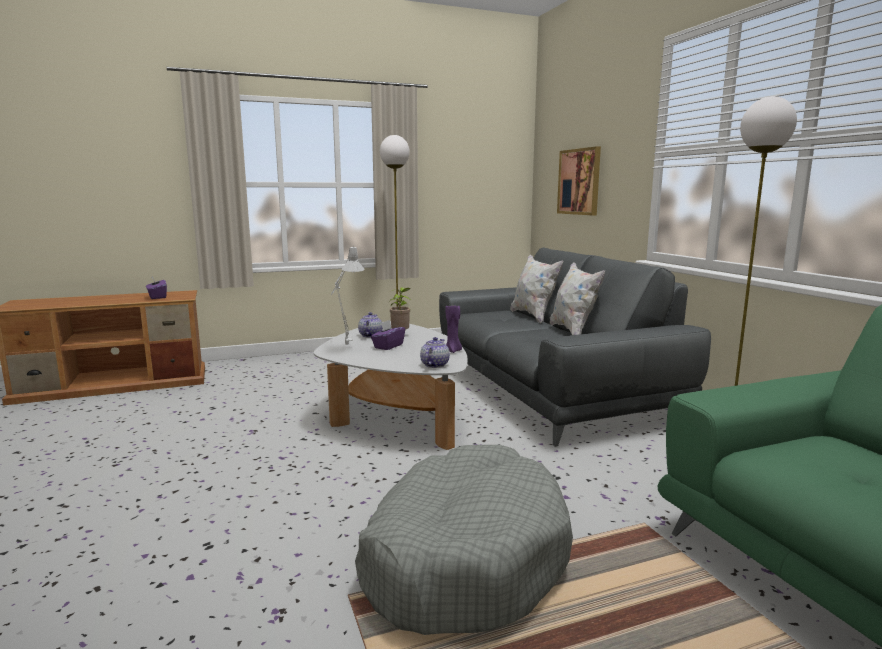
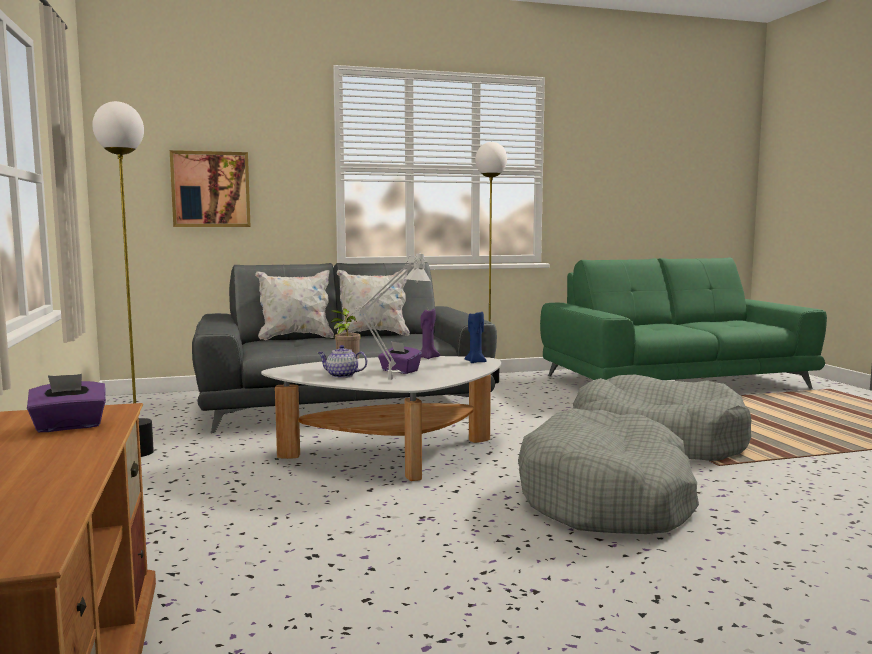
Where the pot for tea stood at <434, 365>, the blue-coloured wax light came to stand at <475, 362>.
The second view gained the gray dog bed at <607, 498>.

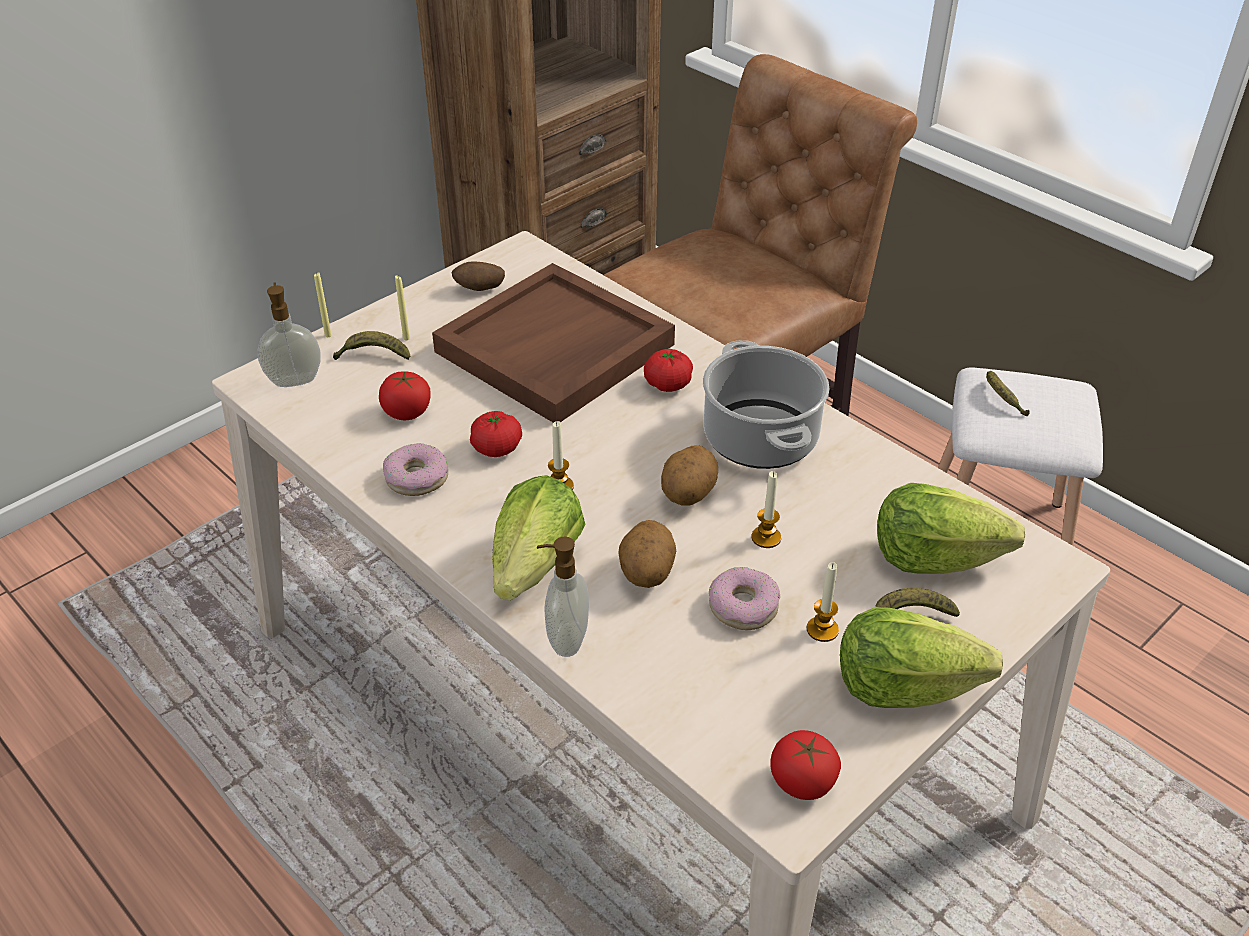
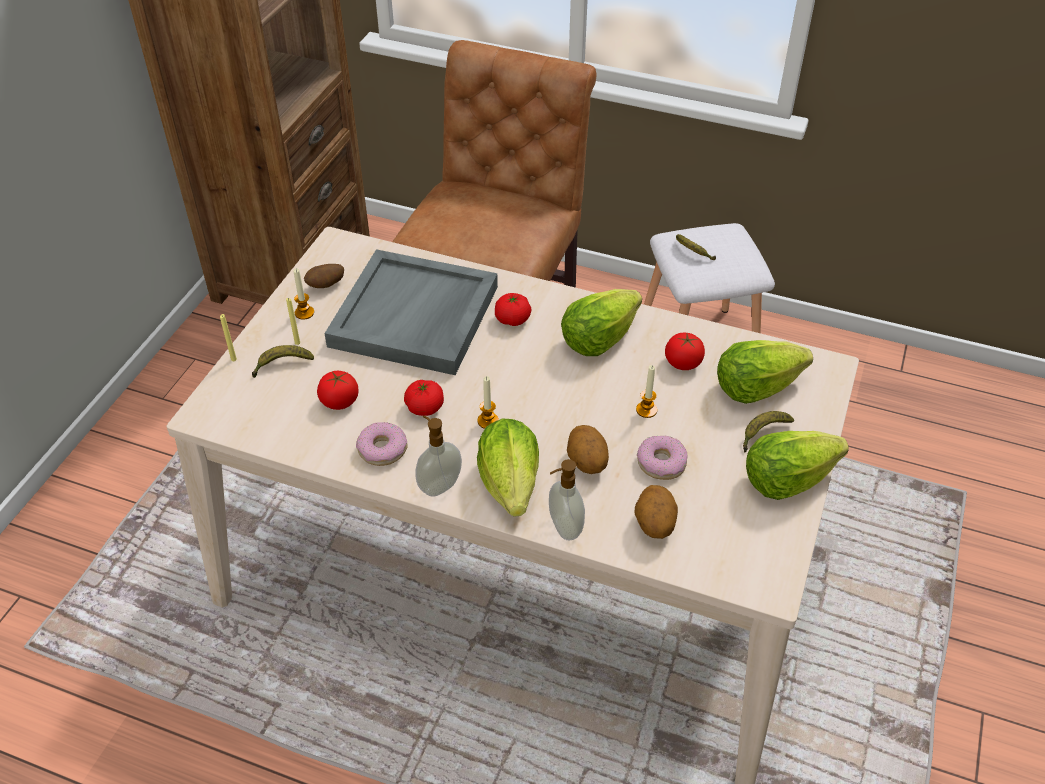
What was the brownish serving tray at <554, 349> turned into the gray serving tray at <415, 317>.
The soap dispenser ended up elsewhere, having gone from <294, 379> to <439, 485>.
Where the stockpot stood at <759, 437>, the lettuce came to stand at <598, 339>.
The whole potato ended up elsewhere, having gone from <687, 495> to <654, 524>.
The wax light ended up elsewhere, having gone from <822, 629> to <304, 313>.
The whole tomato ended up elsewhere, having gone from <802, 781> to <683, 362>.

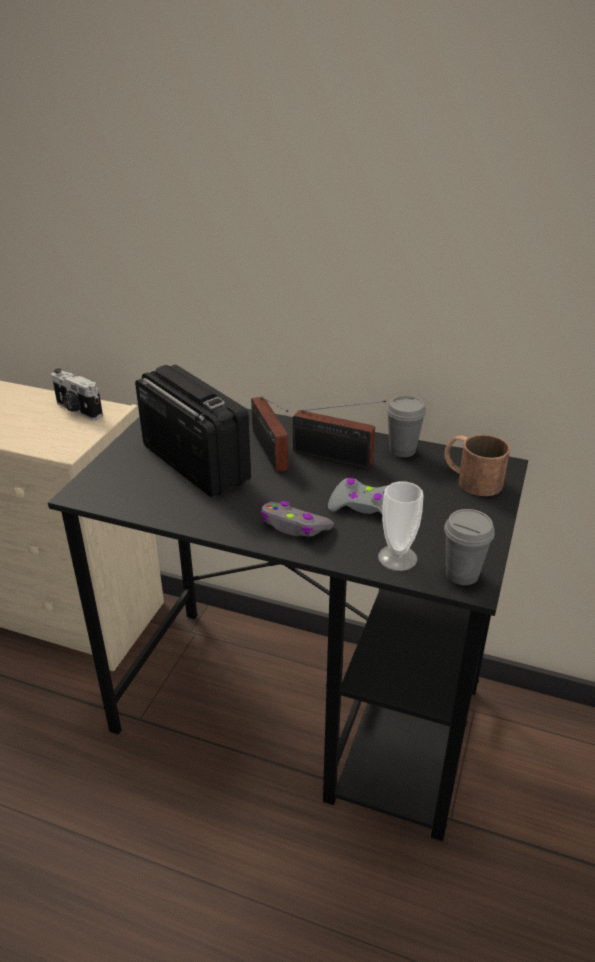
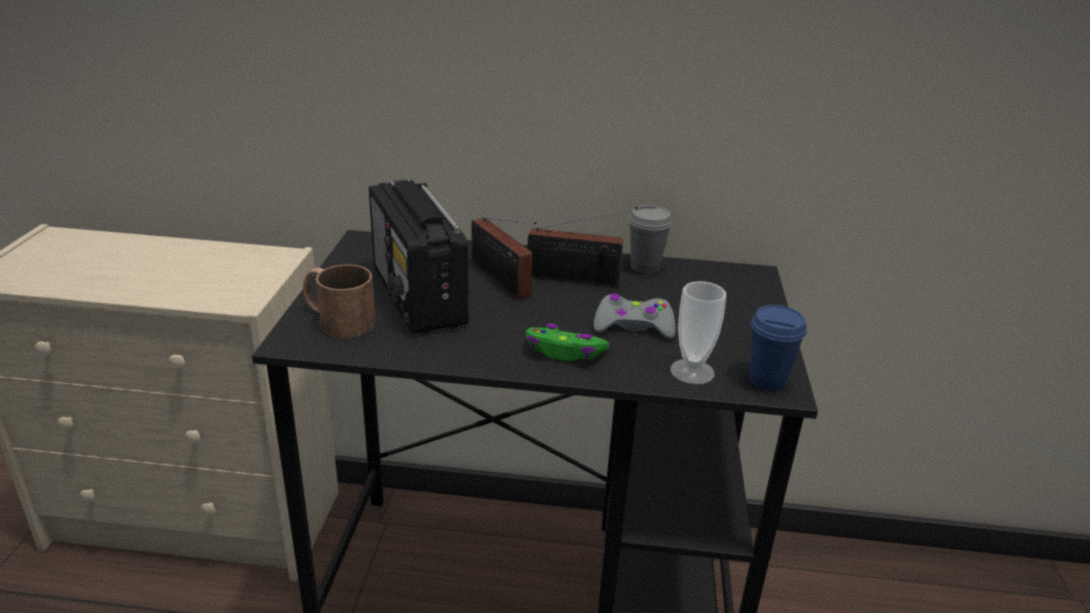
The radio set at <195, 463> ended up facing another way, 150 degrees counterclockwise from before.
The second view lost the photo camera at <78, 410>.
The brownish coffee mug ended up elsewhere, having gone from <470, 478> to <337, 320>.
What was the gray joypad at <294, 526> turned into the green joypad at <564, 352>.
What was the gray small cup at <462, 574> turned into the blue-coloured small cup at <767, 380>.

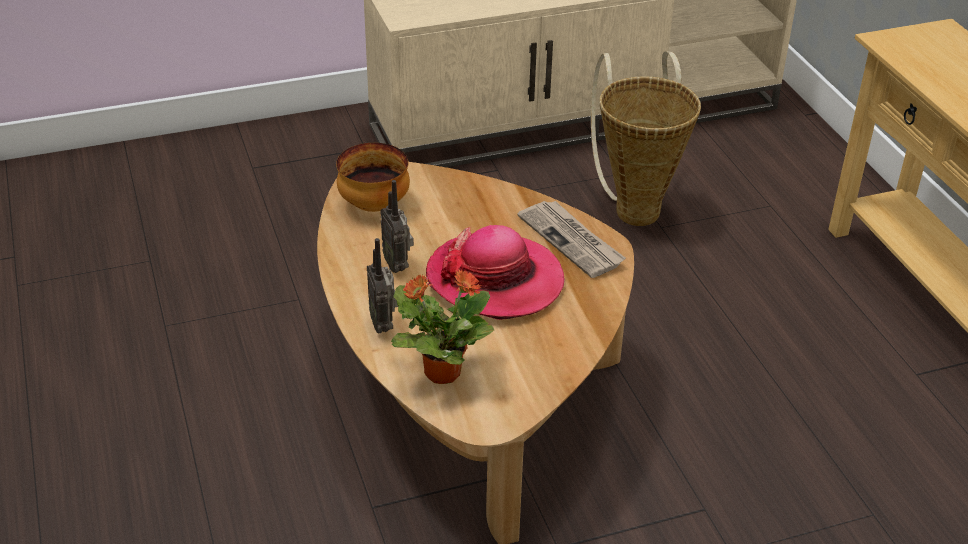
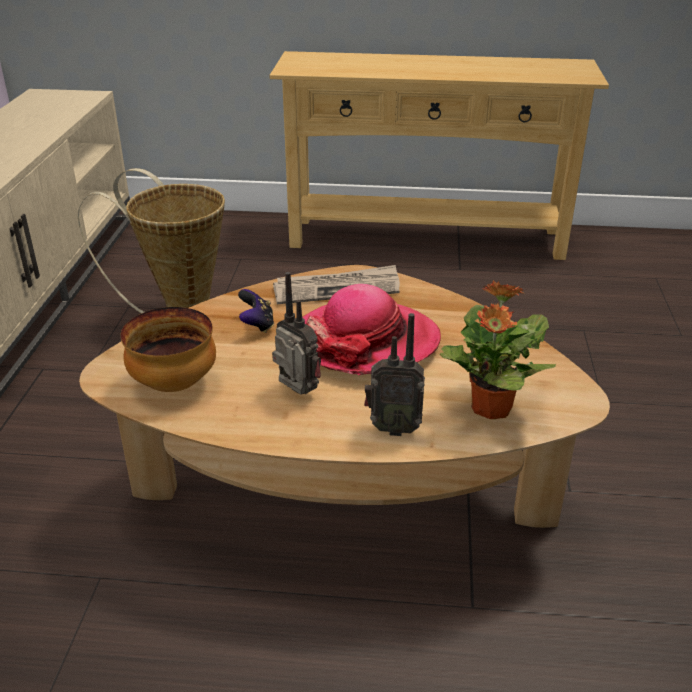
The radio set at <398, 265> ended up facing another way, 135 degrees counterclockwise from before.
The second view gained the joypad at <257, 325>.

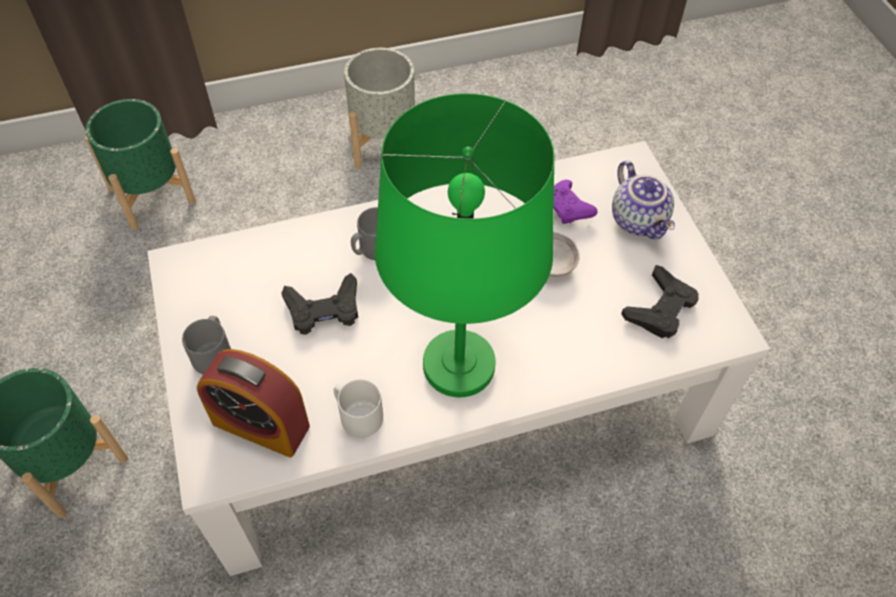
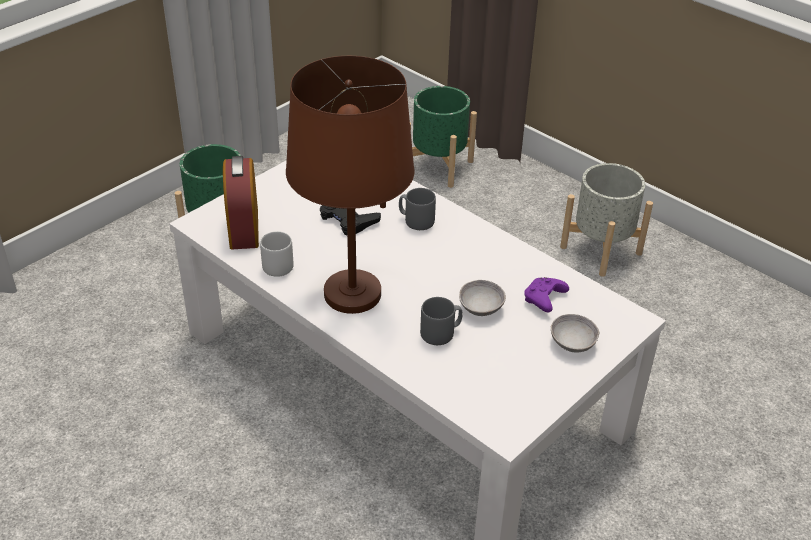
What was the green tabletop lamp at <459, 366> turned into the brownish tabletop lamp at <352, 294>.
Where the pot for tea stood at <640, 220>, the gray deep dish came to stand at <572, 343>.
The second view lost the black-coloured joypad at <660, 308>.
The gray coffee mug ended up elsewhere, having gone from <214, 354> to <441, 333>.

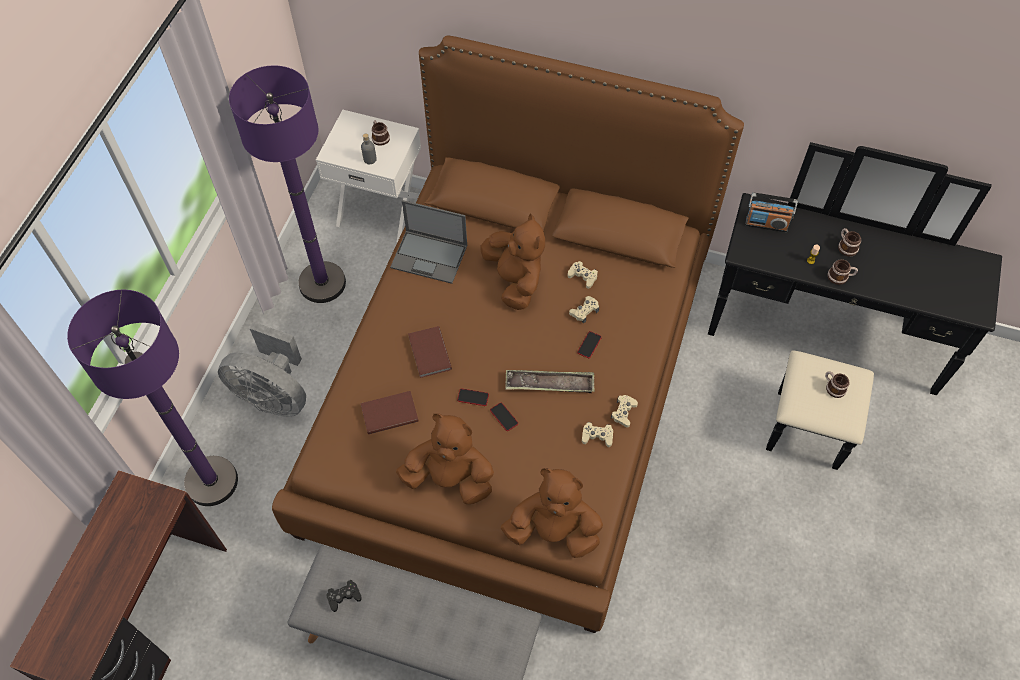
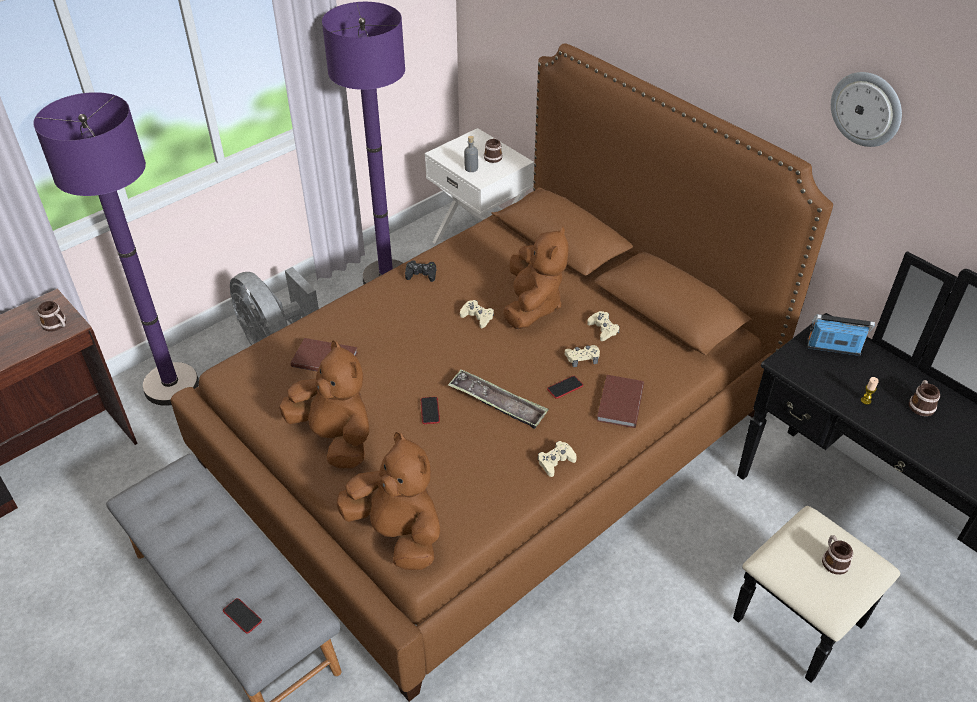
The radio set at <766, 224> ended up facing another way, 150 degrees clockwise from before.
The second view lost the laptop at <430, 256>.
The coffee mug ended up elsewhere, having gone from <840, 277> to <57, 325>.
The brownish volume ended up elsewhere, having gone from <428, 354> to <618, 403>.
The phone ended up elsewhere, having gone from <473, 397> to <242, 616>.
The beige-coloured joypad ended up elsewhere, having gone from <597, 436> to <477, 317>.
The black-coloured joypad ended up elsewhere, having gone from <344, 596> to <421, 274>.
The second view gained the clock on the wall at <867, 108>.

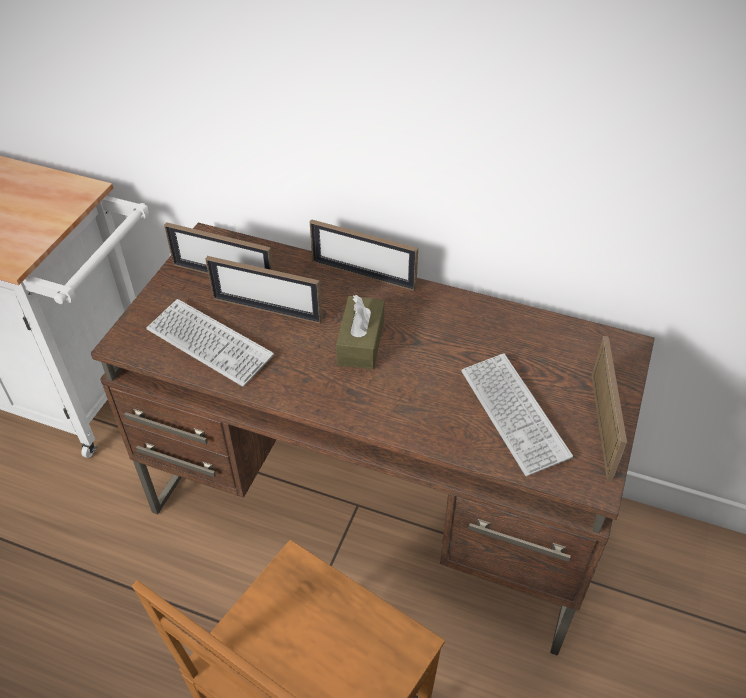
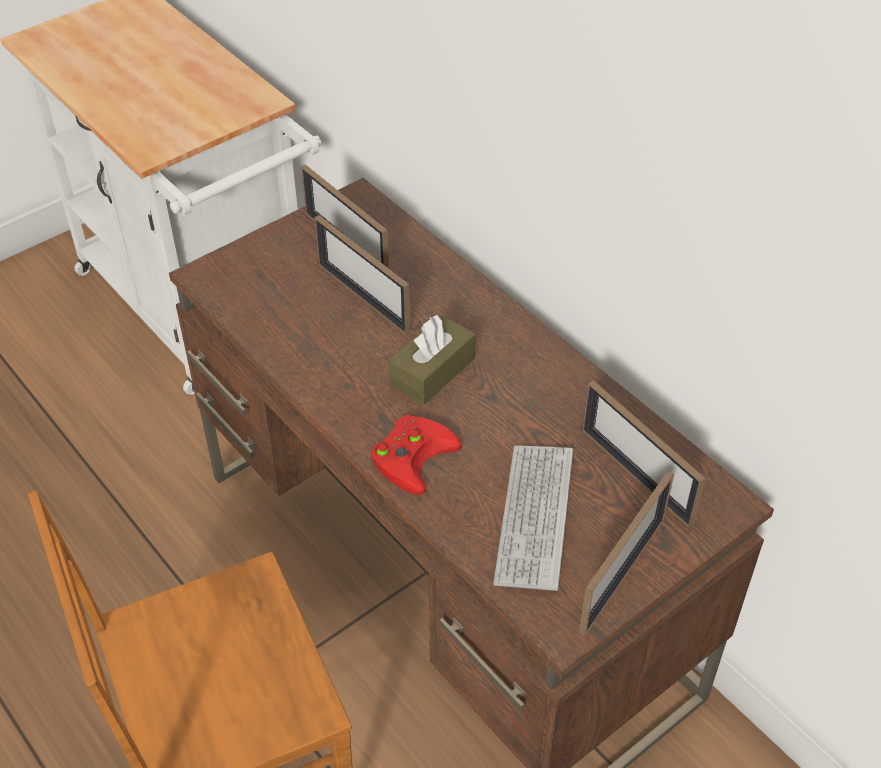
The photo frame ended up elsewhere, having gone from <363, 275> to <636, 475>.
The second view lost the computer keyboard at <209, 343>.
The second view gained the red-coloured joypad at <412, 454>.

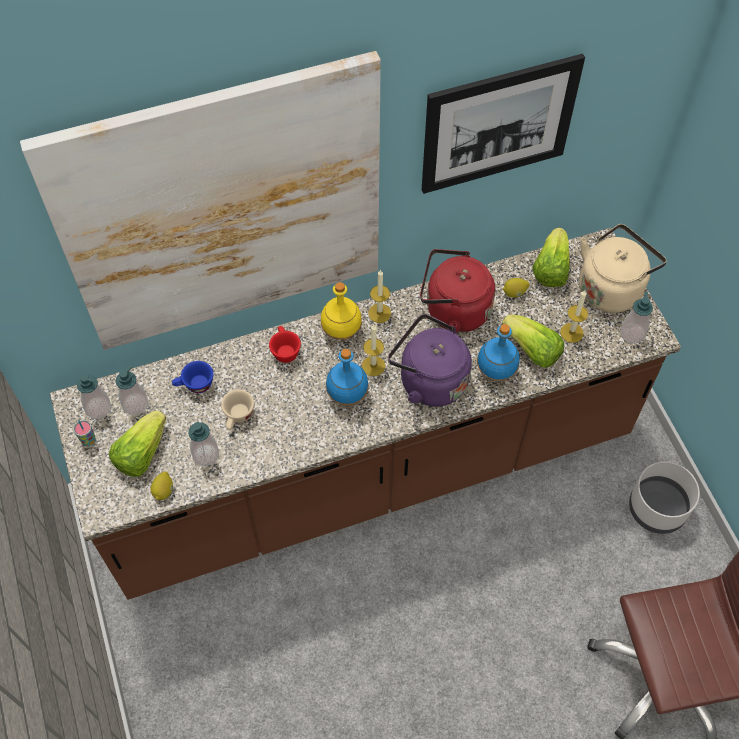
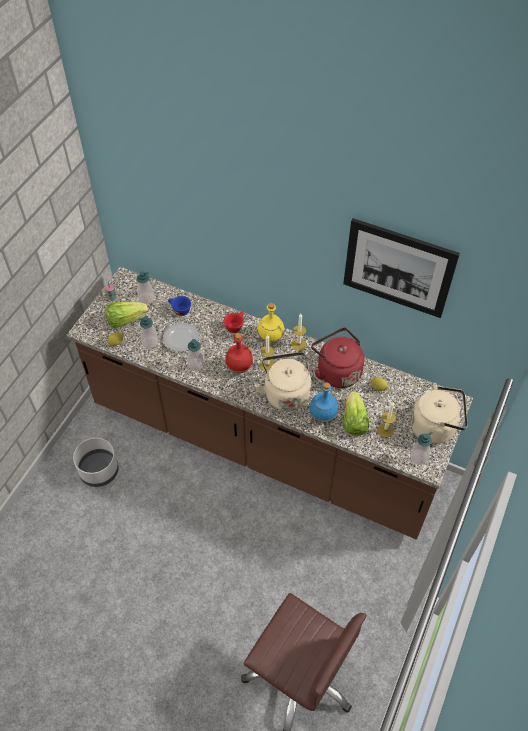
The second view lost the wall picture at <224, 210>.
The second view lost the lettuce at <551, 269>.
What was the purplish tea kettle at <429, 380> turned into the beige-coloured tea kettle at <285, 393>.
What was the blue-coloured beverage bottle at <347, 395> turned into the red-coloured beverage bottle at <239, 368>.
The soap dispenser ended up elsewhere, having gone from <98, 408> to <196, 365>.
Where the beige-coloured small cup stood at <238, 417>, the flat dish came to stand at <181, 338>.
The gray flower pot ended up elsewhere, having gone from <658, 509> to <99, 471>.

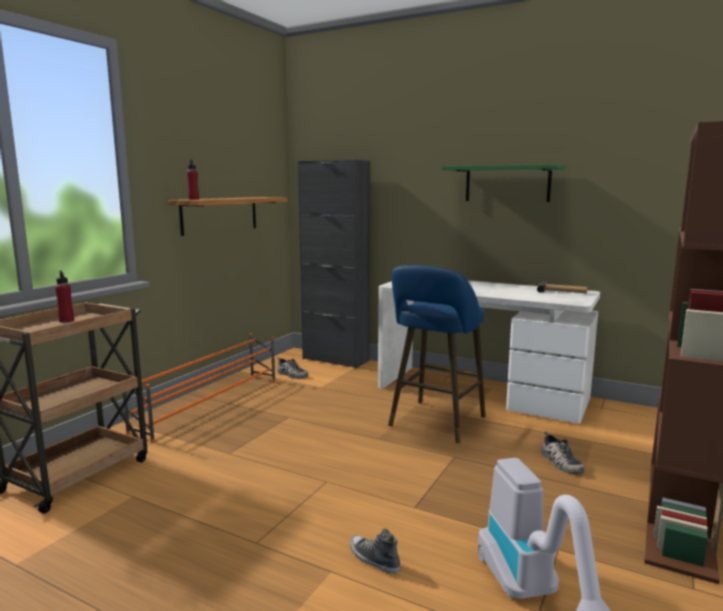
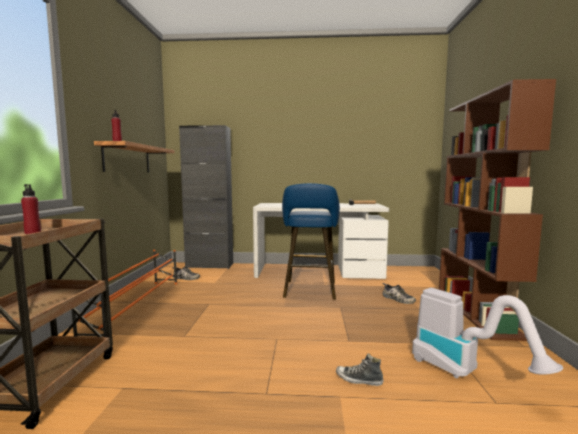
The second view lost the green bracket shelf at <507, 183>.

